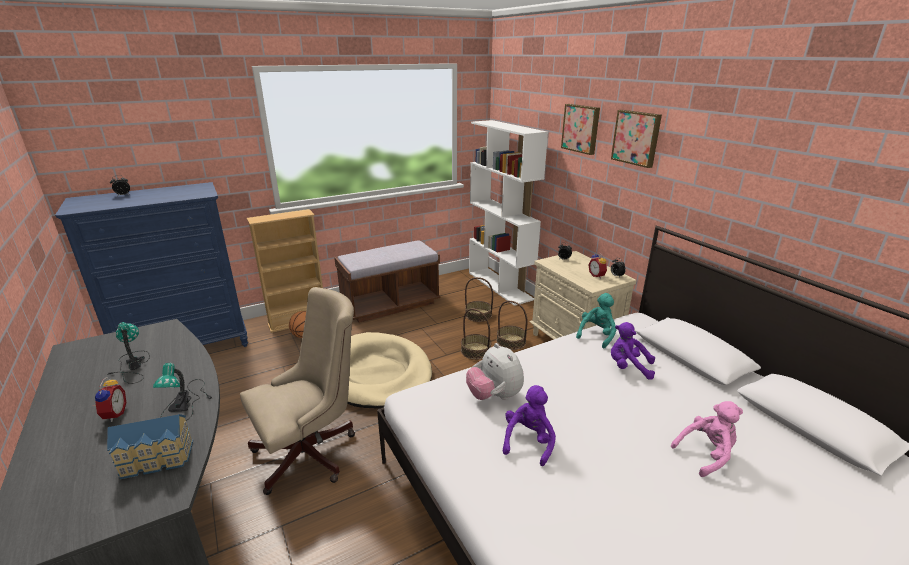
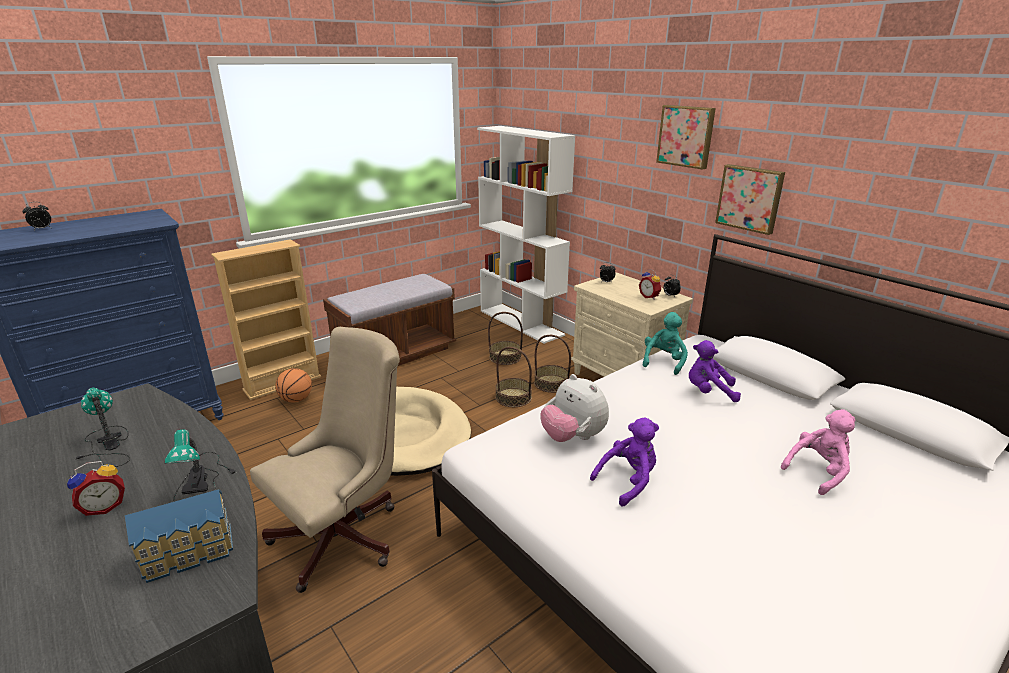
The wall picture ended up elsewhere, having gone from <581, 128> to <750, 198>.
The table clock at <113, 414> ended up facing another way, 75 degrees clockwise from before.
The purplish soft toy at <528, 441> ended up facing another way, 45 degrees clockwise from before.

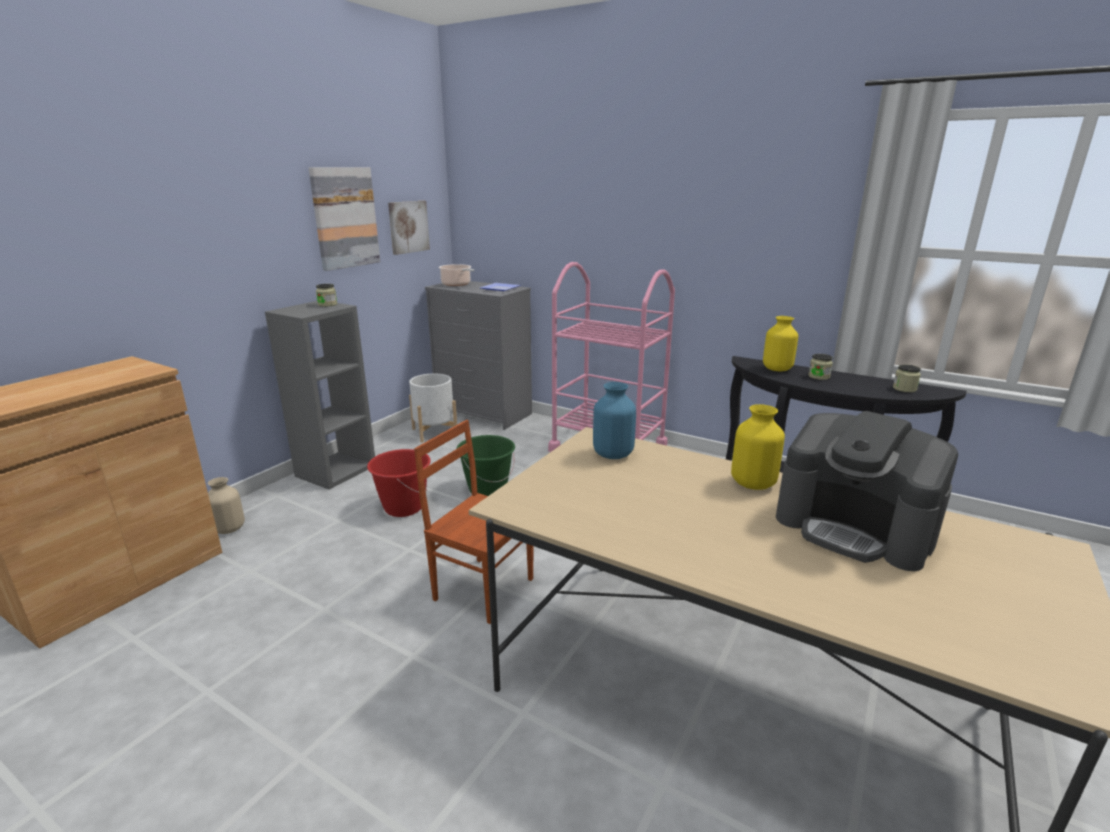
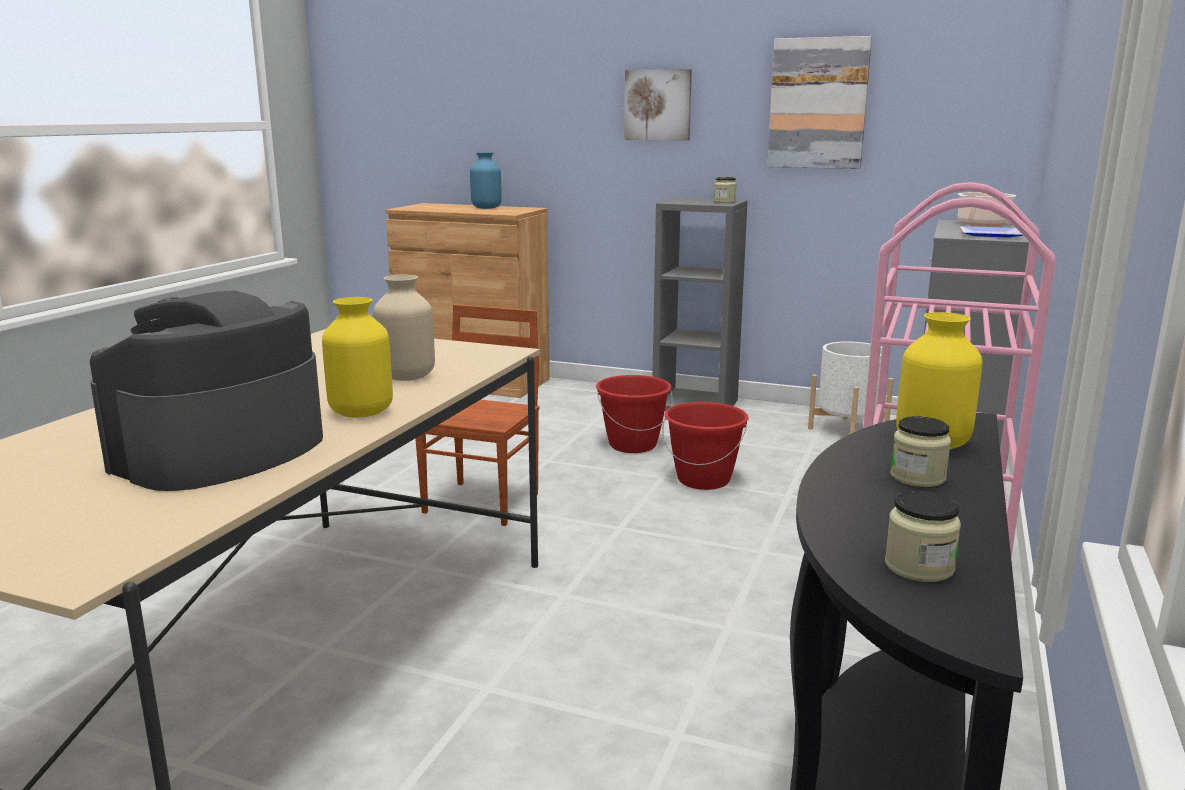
The wall picture ended up elsewhere, having gone from <408, 227> to <658, 105>.
The blue-coloured decorative vase ended up elsewhere, having gone from <612, 454> to <486, 208>.
What was the green bucket at <487, 490> turned into the red-coloured bucket at <704, 480>.
The beige-coloured decorative vase ended up elsewhere, having gone from <228, 529> to <406, 377>.

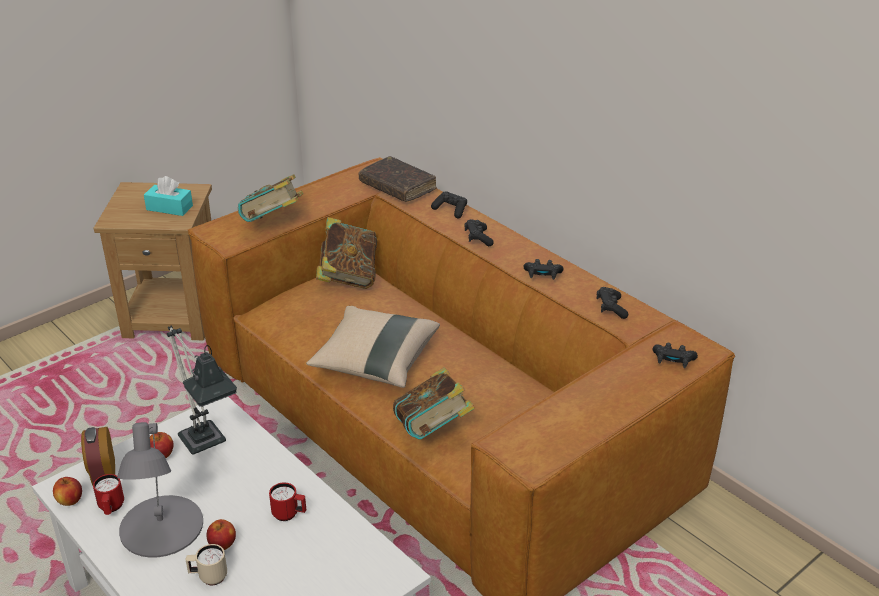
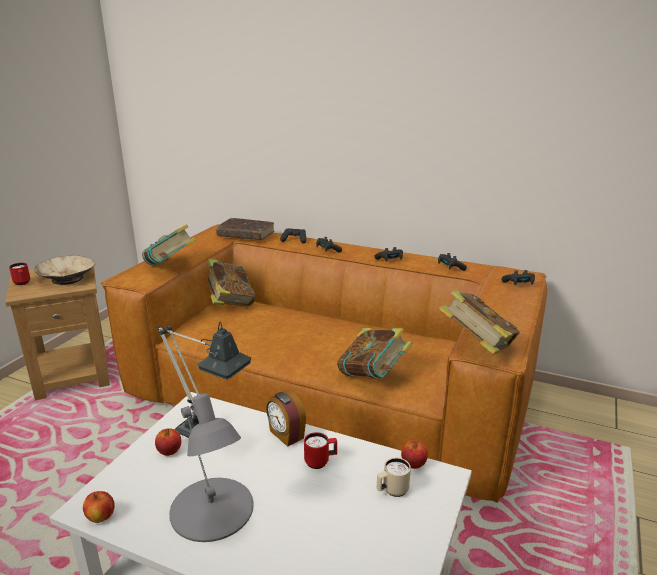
Where the turquoise-coloured tissue holder stood at <169, 208>, the beige-coloured deep dish came to stand at <67, 279>.
The second view lost the beige-coloured throw pillow at <375, 362>.
The table clock ended up elsewhere, having gone from <102, 472> to <286, 435>.
The red-coloured coffee mug ended up elsewhere, having gone from <111, 508> to <22, 283>.
The apple fruit ended up elsewhere, having gone from <222, 544> to <413, 464>.
The beige-coloured coffee mug ended up elsewhere, having gone from <208, 577> to <392, 491>.
The second view gained the volume at <476, 347>.

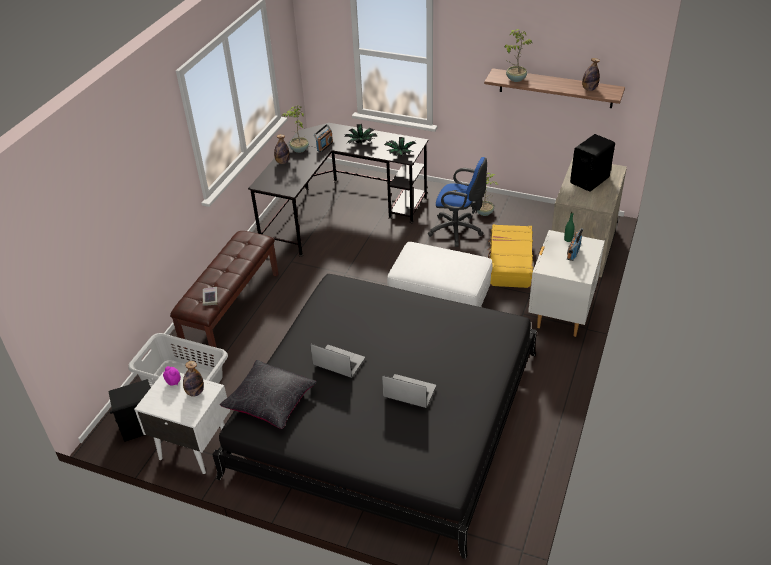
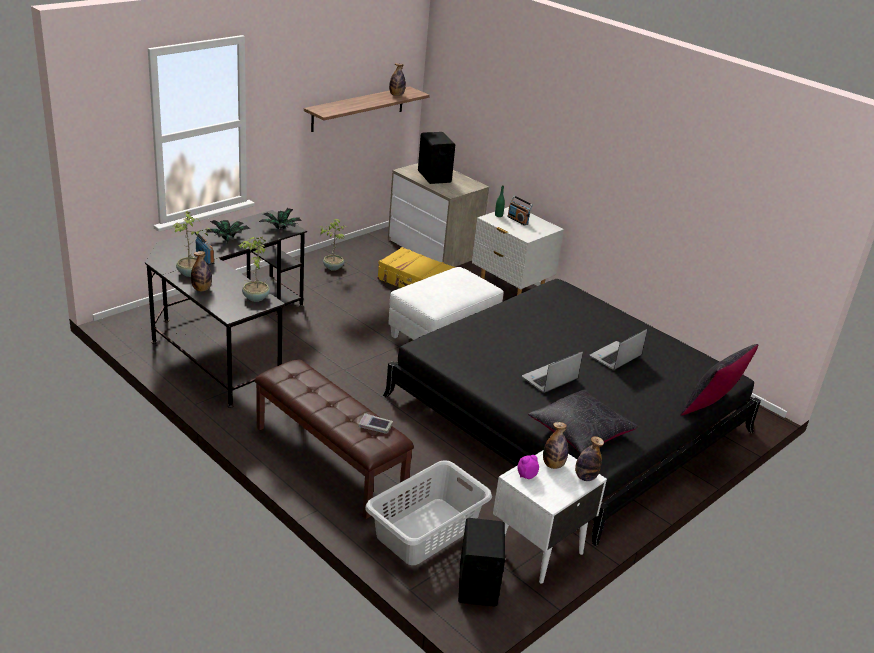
The plant in a pot ended up elsewhere, having gone from <515, 79> to <255, 298>.
The second view lost the blue-coloured office chair at <458, 231>.
The second view gained the black-coloured throw pillow at <711, 407>.
The second view gained the beverage bottle at <585, 477>.

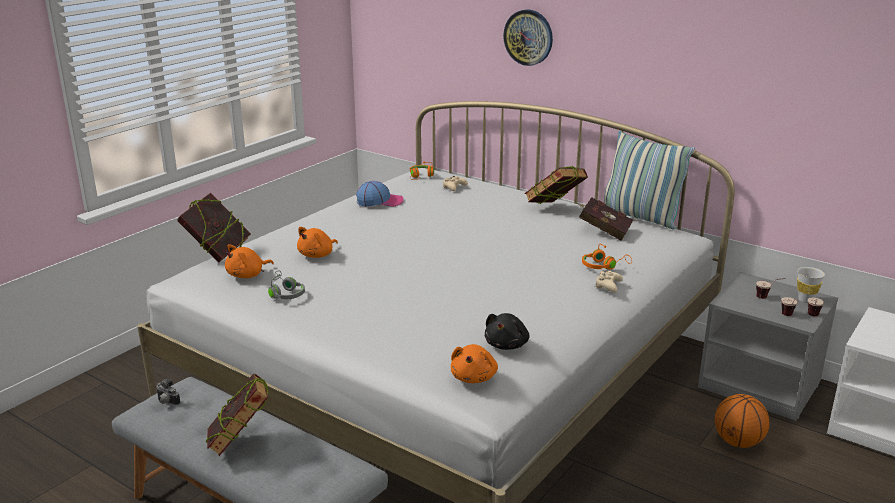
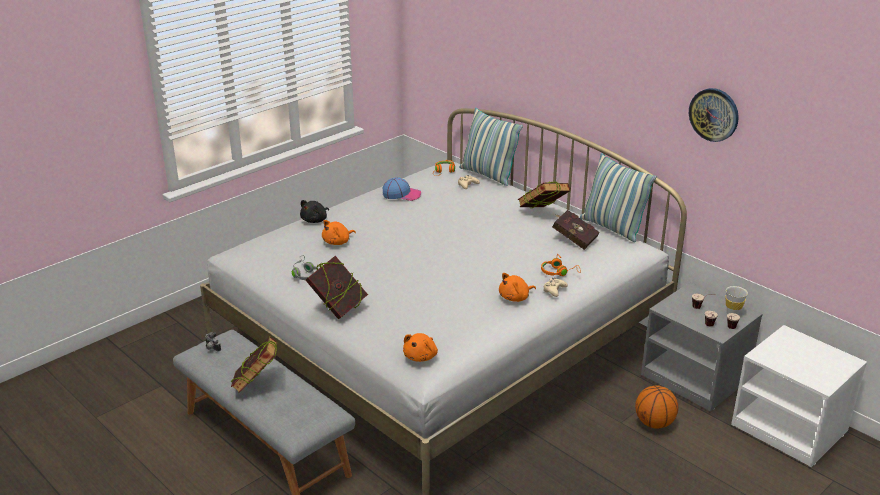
The clock on the wall ended up elsewhere, having gone from <528, 37> to <714, 114>.
The volume ended up elsewhere, having gone from <217, 253> to <338, 308>.
The orangey soft toy ended up elsewhere, having gone from <247, 275> to <515, 298>.
The black-coloured soft toy ended up elsewhere, having gone from <507, 344> to <315, 220>.
The second view gained the throw pillow at <488, 175>.

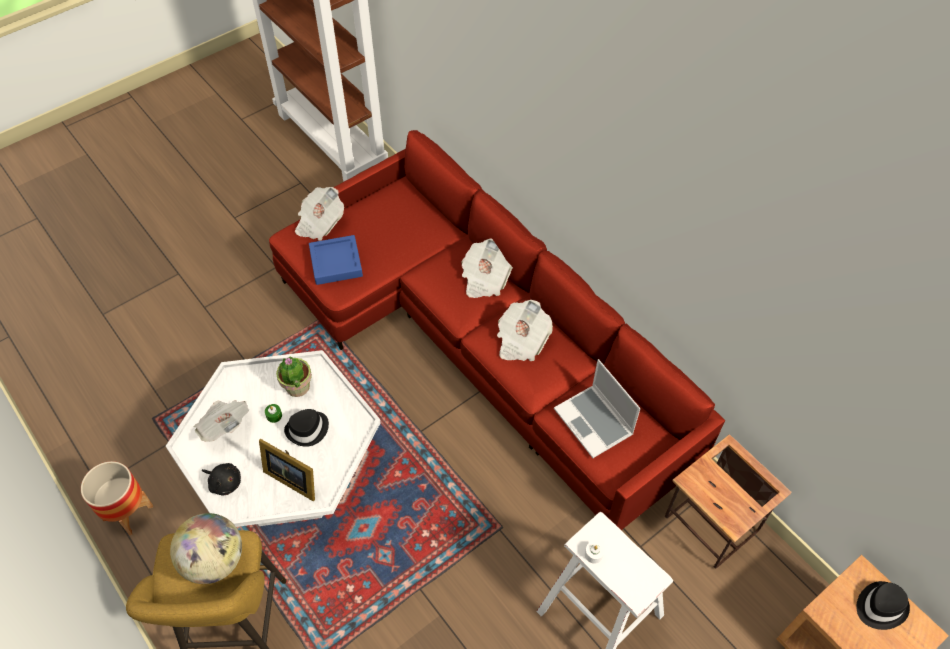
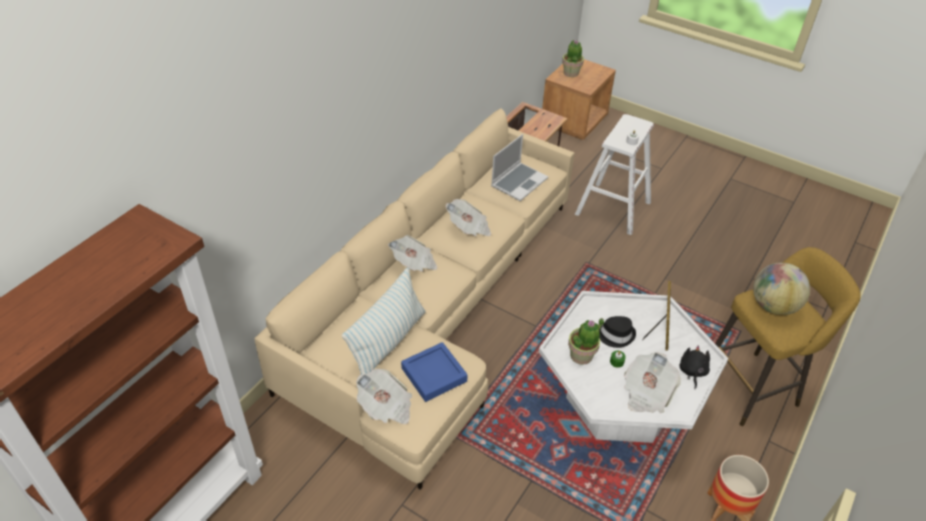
What was the red-coloured settee at <479, 342> turned into the beige-coloured settee at <434, 311>.
Where the black-coloured wearable hat stood at <880, 606>, the plant in a pot came to stand at <571, 73>.
The second view gained the throw pillow at <388, 341>.

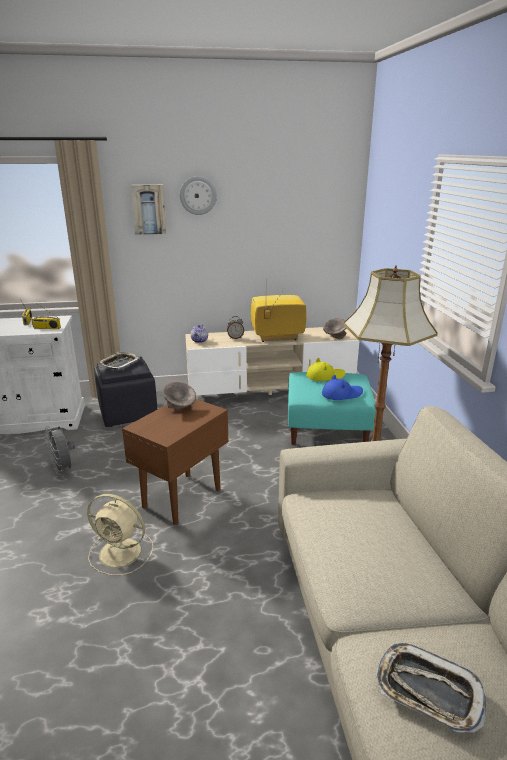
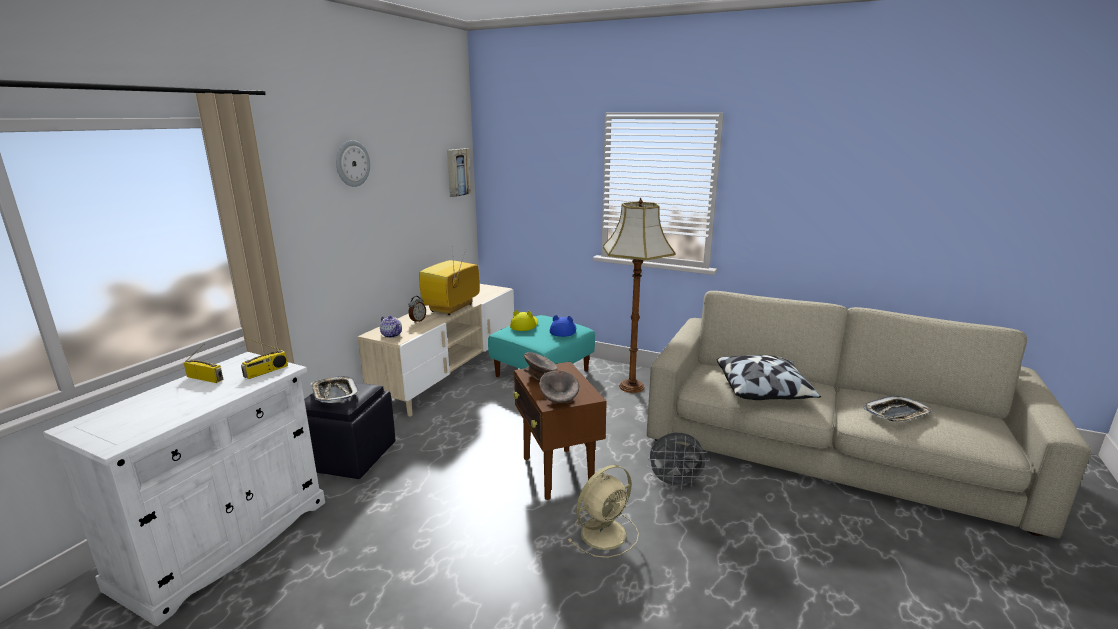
The wall picture ended up elsewhere, having gone from <148, 209> to <457, 172>.
The gray deep dish ended up elsewhere, having gone from <334, 337> to <559, 402>.
The gray cooling fan ended up elsewhere, having gone from <63, 469> to <675, 484>.
The second view gained the throw pillow at <763, 391>.

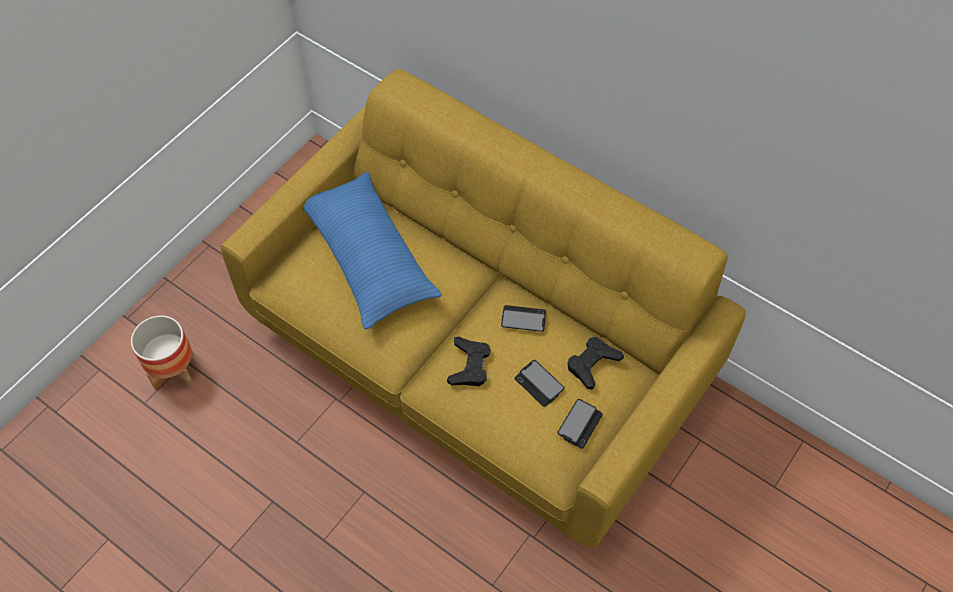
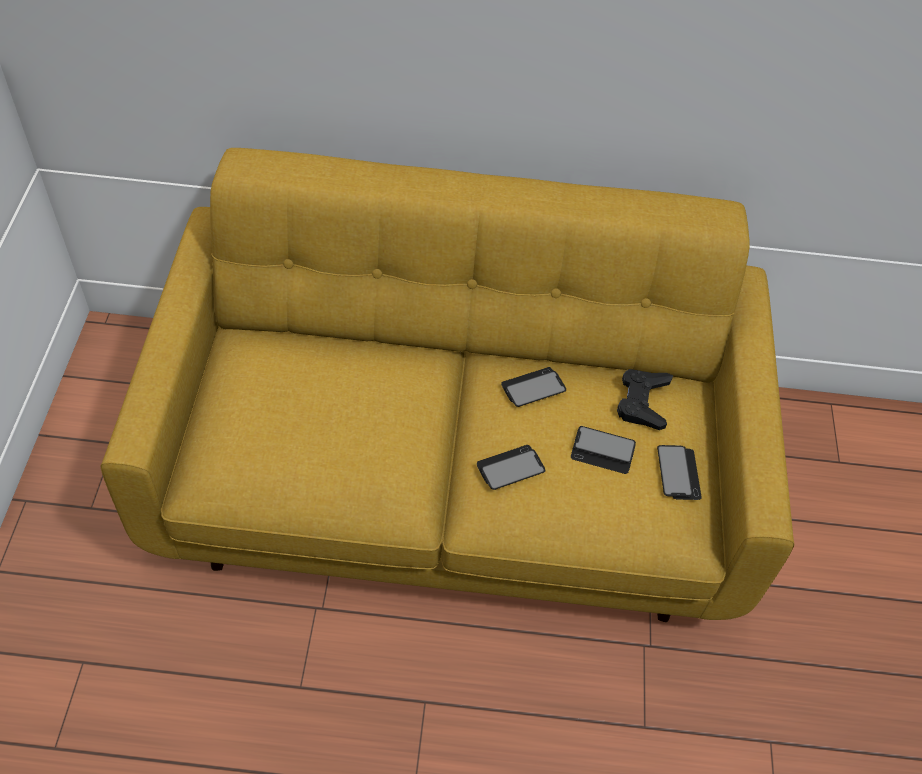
The second view lost the blue-coloured throw pillow at <368, 257>.
The second view lost the flower pot at <174, 371>.
Where the black-coloured joypad stood at <469, 365>, the phone came to stand at <510, 468>.

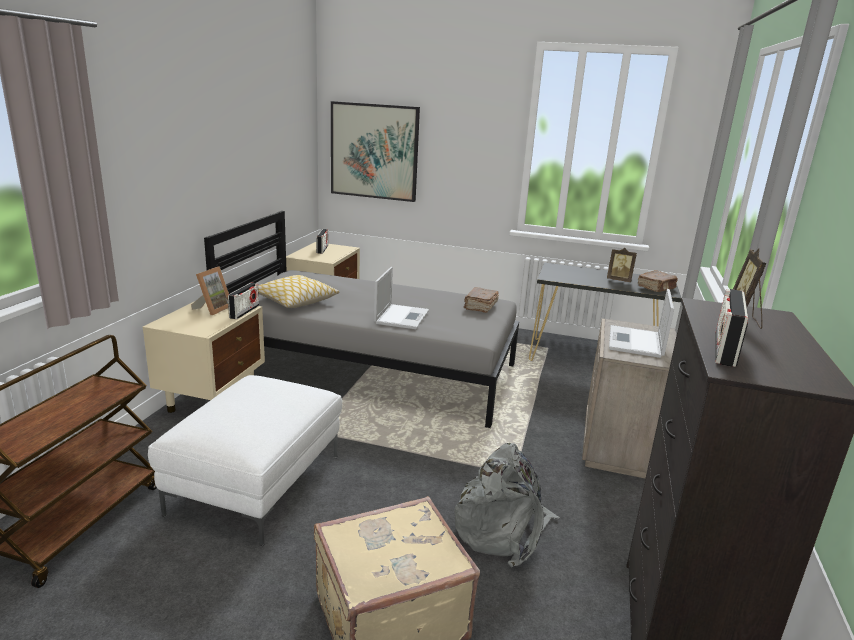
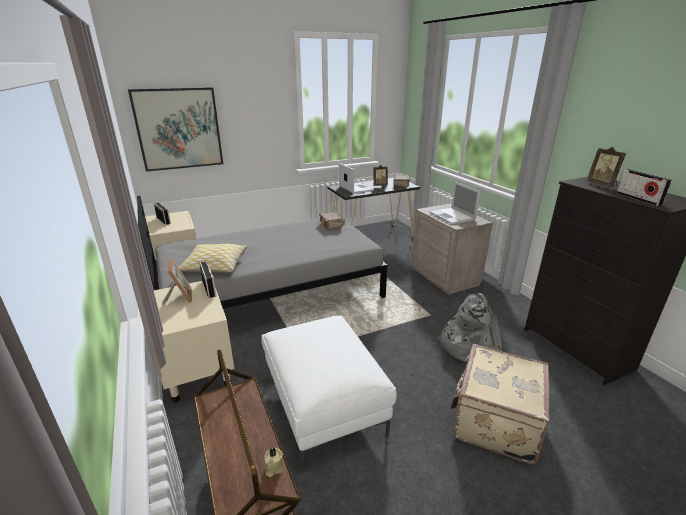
The laptop ended up elsewhere, having gone from <402, 316> to <355, 188>.
The second view gained the beige-coloured wax light at <273, 467>.

